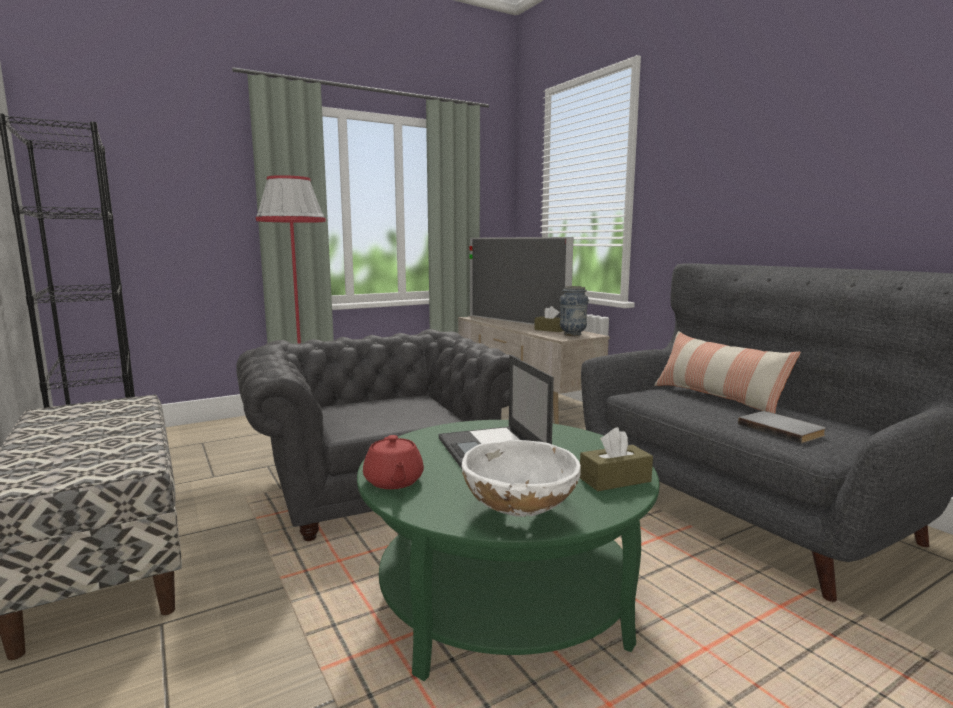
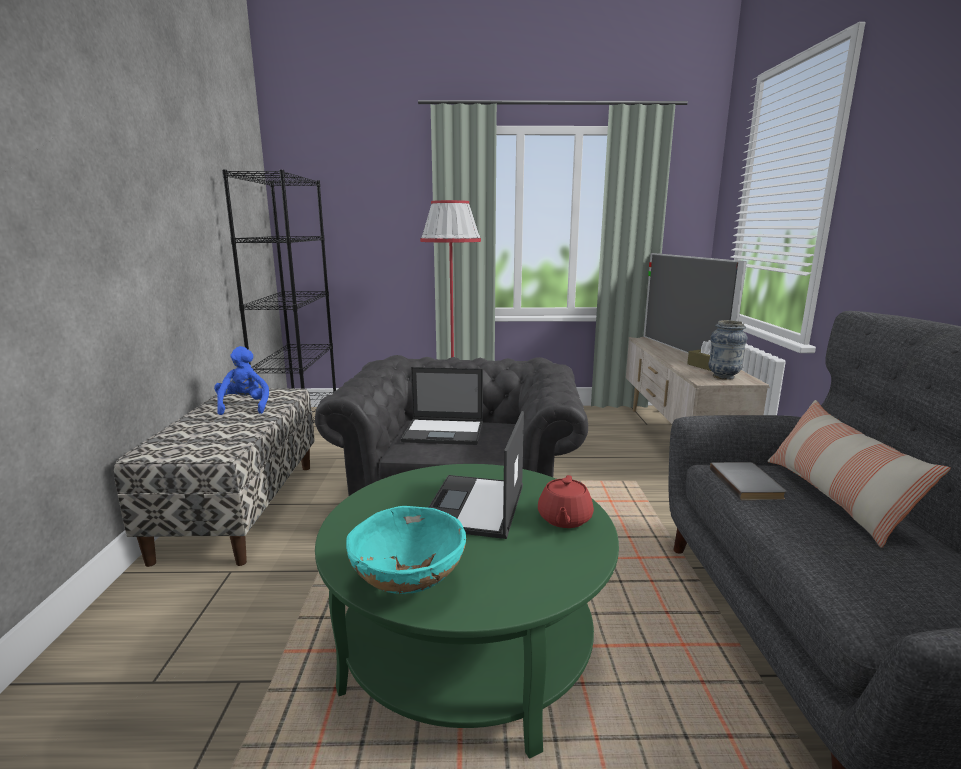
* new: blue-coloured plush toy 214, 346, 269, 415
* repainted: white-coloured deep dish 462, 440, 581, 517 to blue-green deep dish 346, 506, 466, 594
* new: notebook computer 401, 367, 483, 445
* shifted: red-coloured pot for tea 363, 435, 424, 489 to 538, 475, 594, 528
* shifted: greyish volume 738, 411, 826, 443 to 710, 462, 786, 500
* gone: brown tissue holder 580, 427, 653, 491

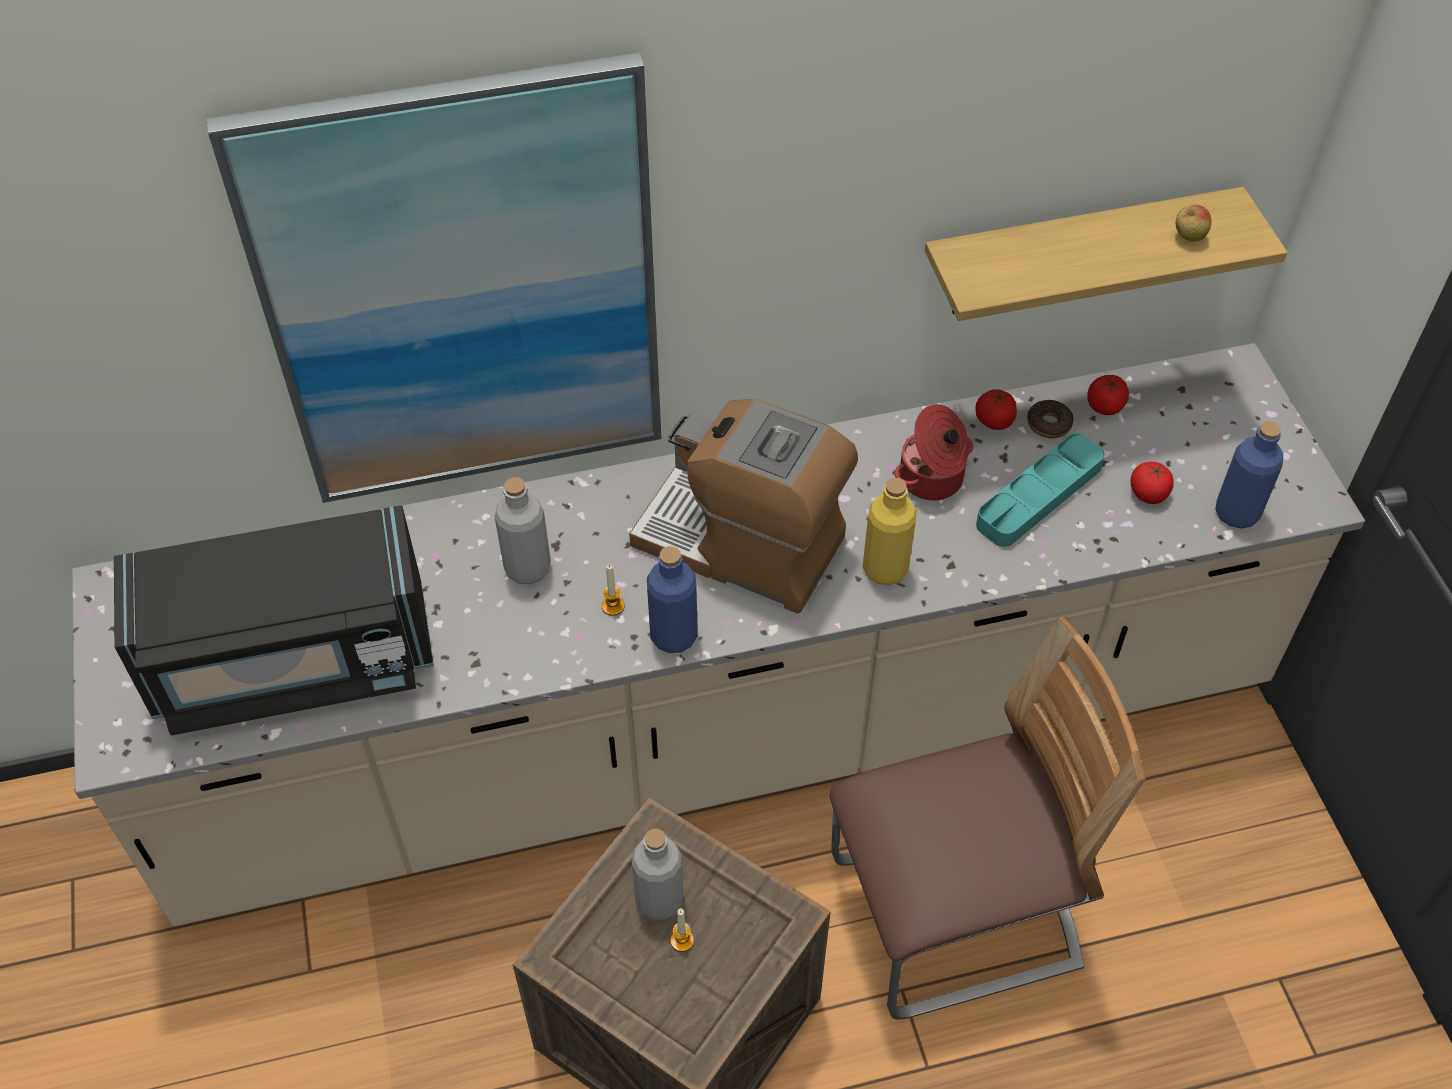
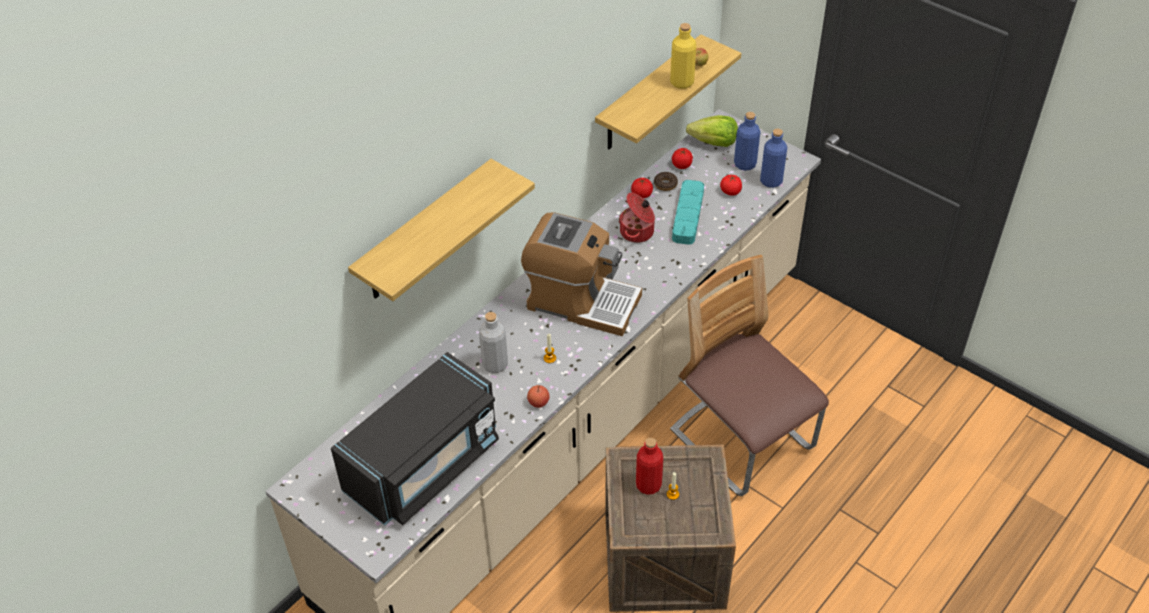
* swapped: wall picture 207, 53, 662, 503 to bracket shelf 348, 159, 535, 301
* rotated: coffee machine 629, 399, 858, 614 = 521, 212, 642, 336 150 degrees counterclockwise
* new: apple 527, 385, 550, 408
* repainted: greyish bottle 632, 829, 683, 920 to red-coloured bottle 636, 438, 663, 495
* shifted: yellow-coloured bottle 863, 478, 917, 585 to 670, 23, 696, 89
* rotated: upright chair 830, 617, 1145, 1019 = 670, 255, 829, 496 75 degrees counterclockwise
* new: lettuce head 686, 115, 738, 147
* shifted: blue-coloured bottle 647, 546, 698, 653 to 734, 112, 760, 171

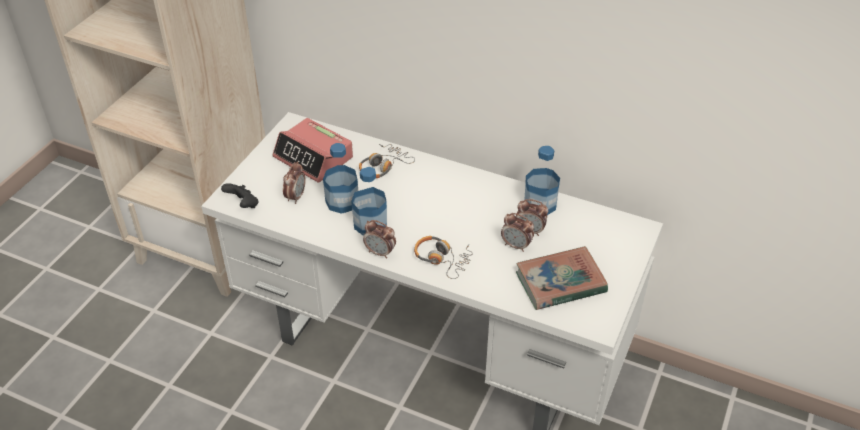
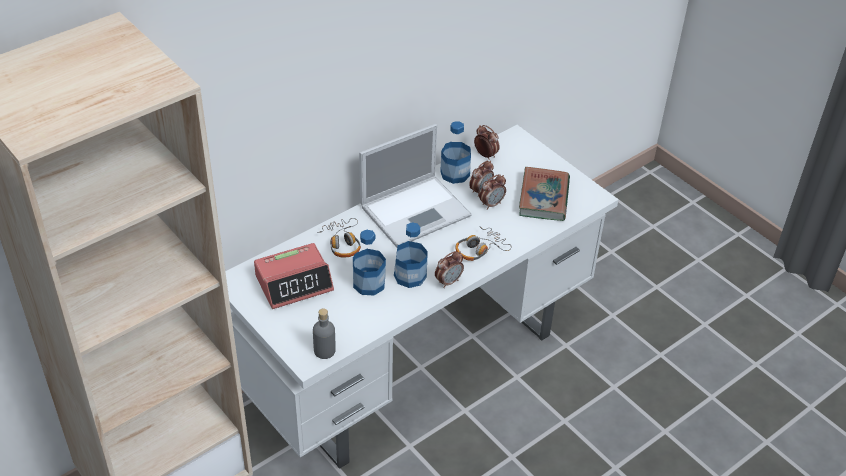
* swapped: black joypad 221, 183, 259, 208 to greyish bottle 313, 309, 336, 359
* new: notebook computer 359, 124, 472, 248
* shifted: bedside clock 283, 161, 306, 204 to 474, 125, 500, 160

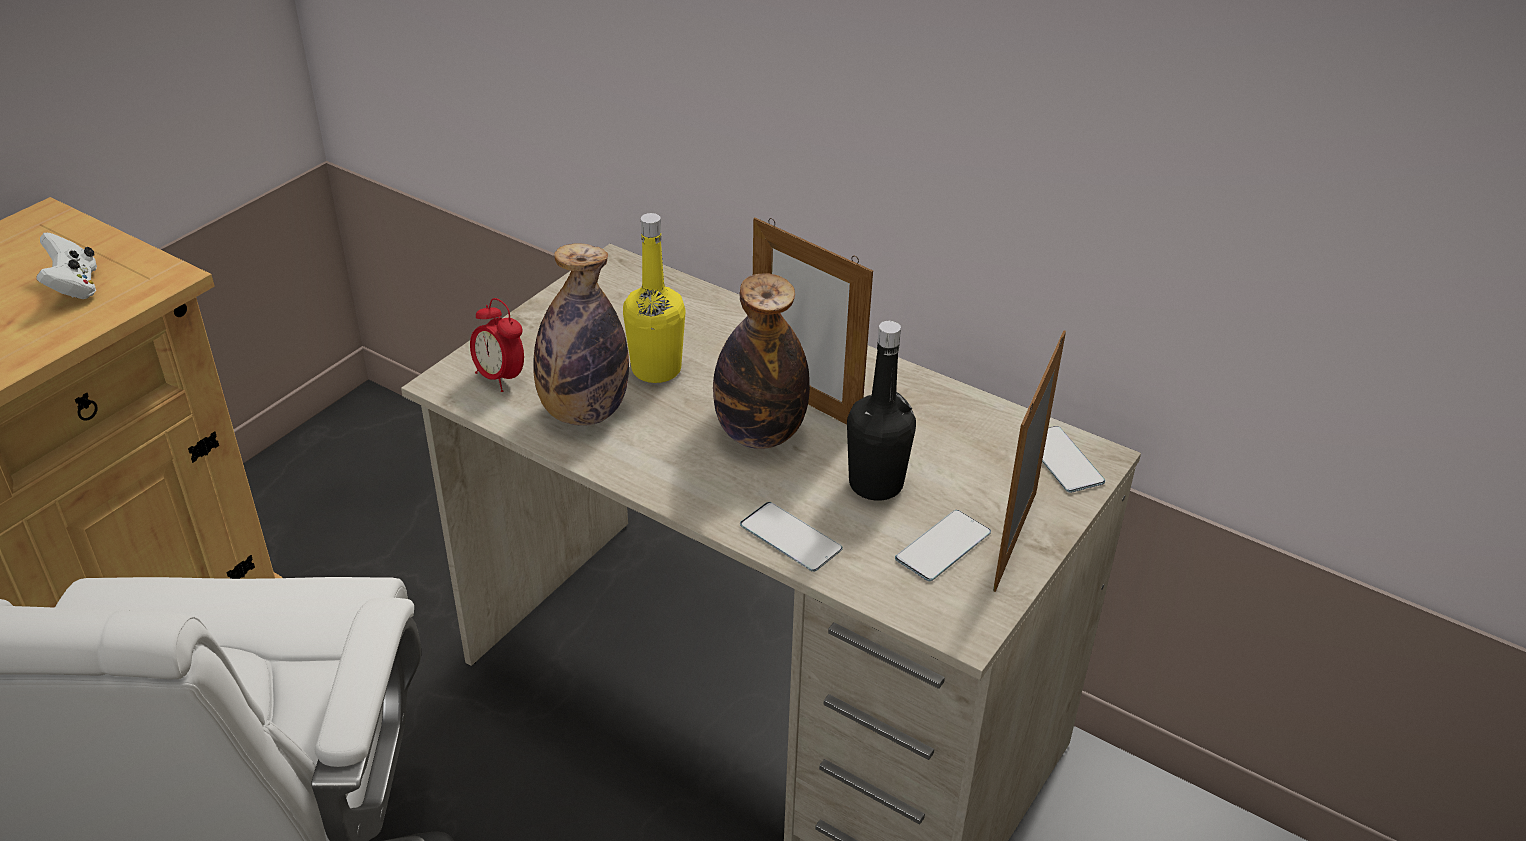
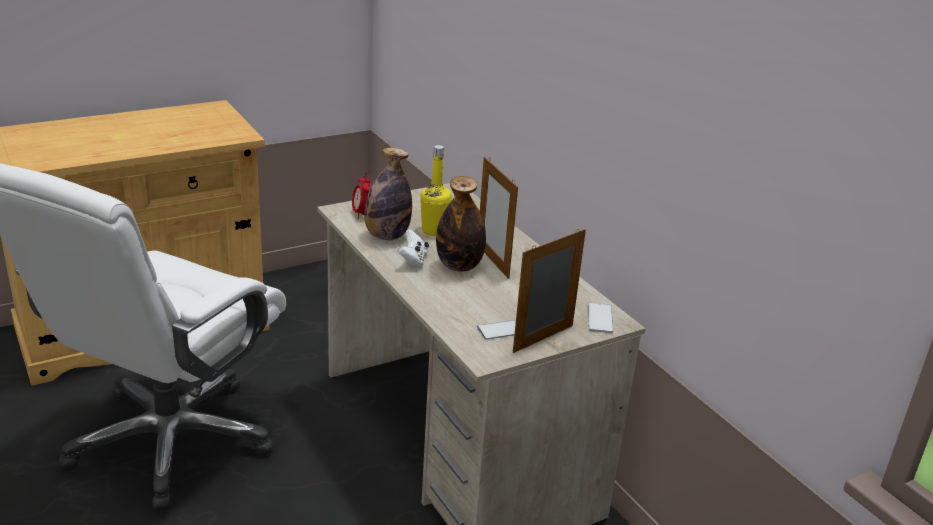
* shifted: white-coloured joypad 36, 233, 97, 299 to 398, 229, 429, 268
* gone: phone 740, 502, 843, 572
* gone: black bottle 847, 321, 916, 501

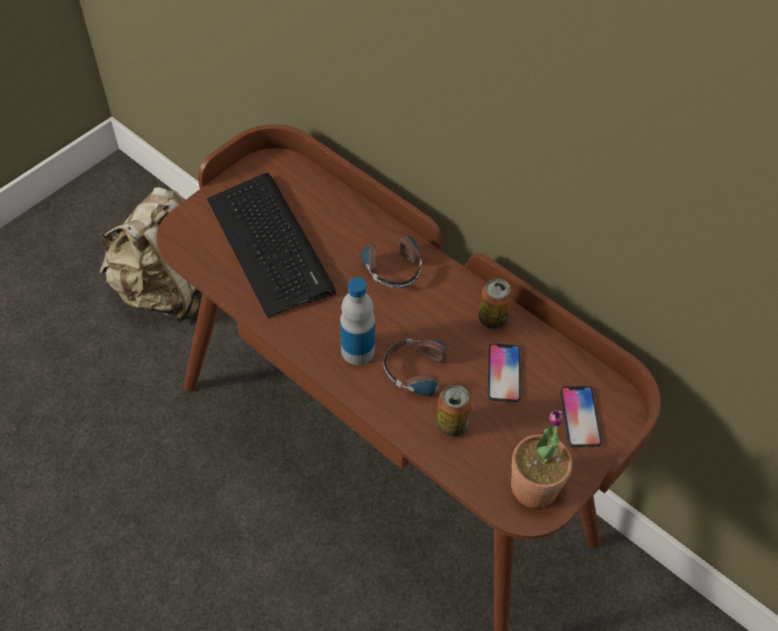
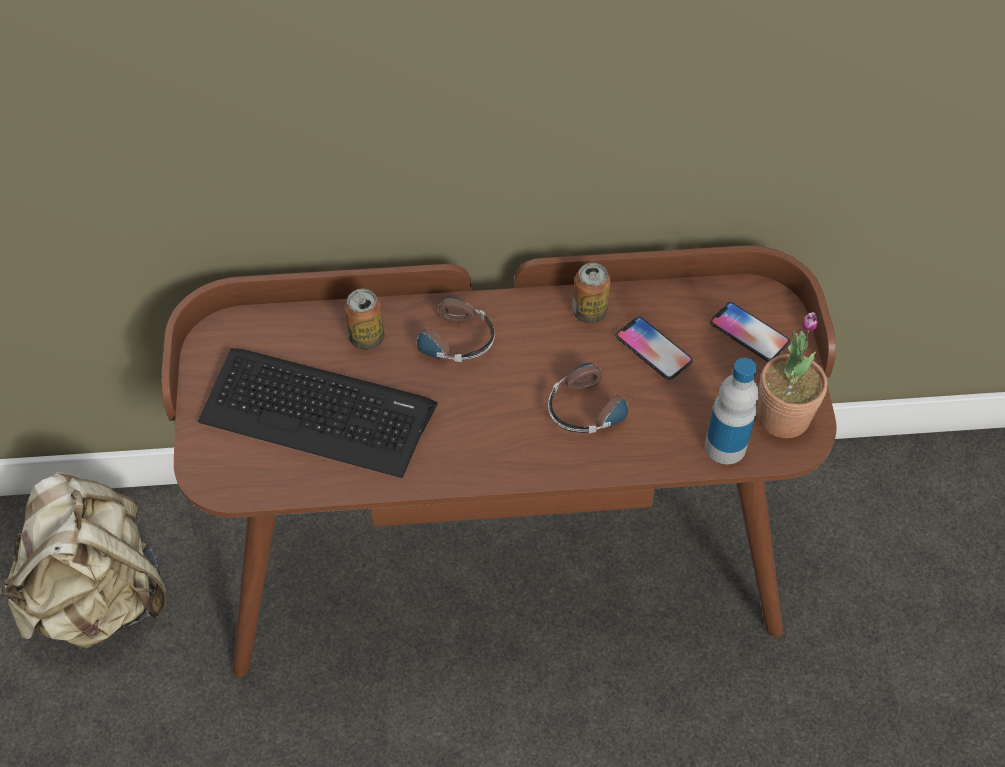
* shifted: sealed can 436, 385, 472, 437 to 344, 289, 385, 350
* shifted: bottle 340, 277, 375, 365 to 705, 358, 759, 464

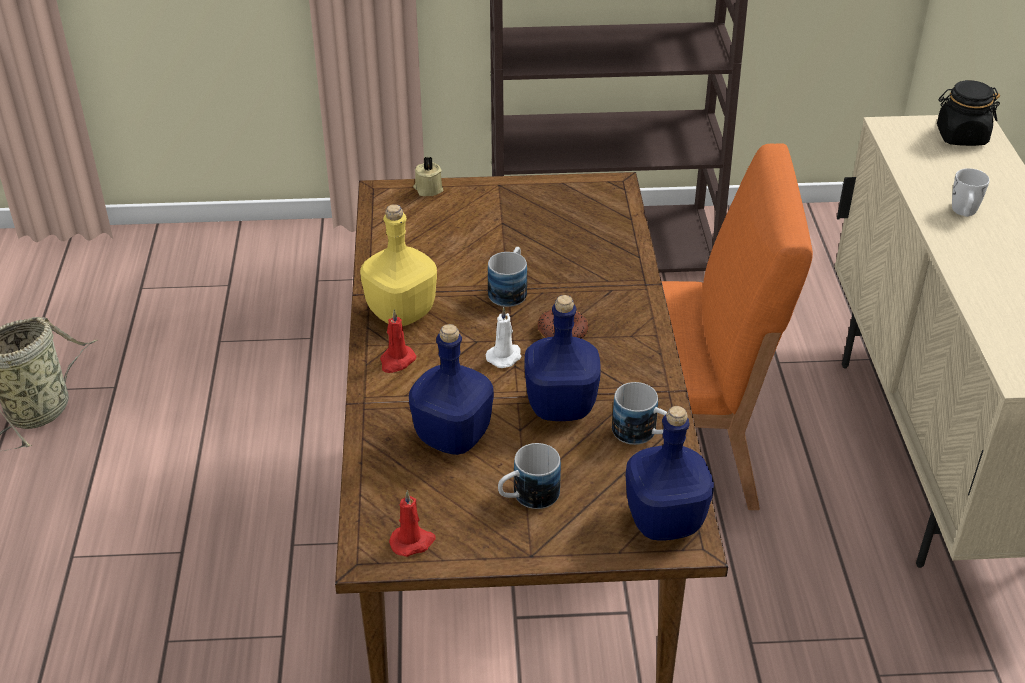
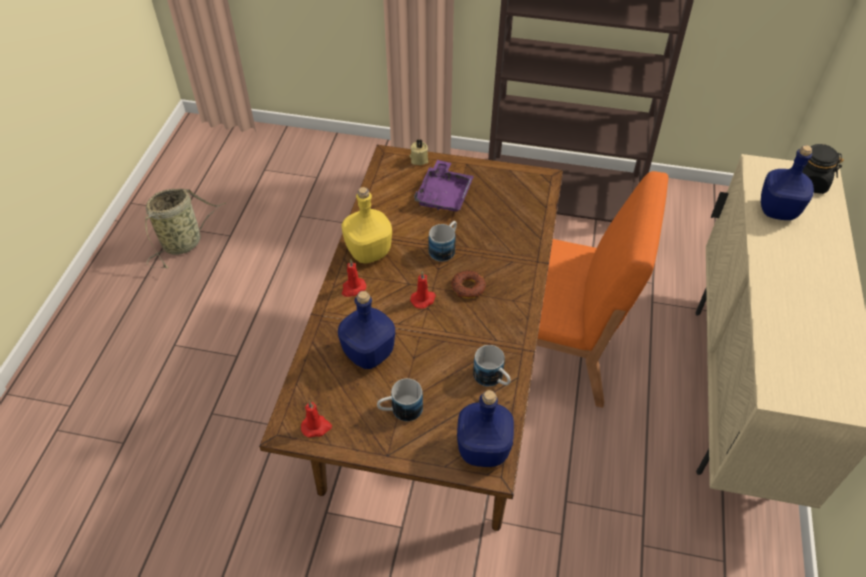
* repainted: white-coloured wax light 486, 307, 522, 368 to red-coloured wax light 410, 271, 436, 309
* new: purple-coloured tray 414, 160, 474, 211
* shifted: blue-coloured bottle 524, 295, 601, 421 to 761, 145, 814, 220
* gone: white-coloured tea mug 952, 168, 990, 217

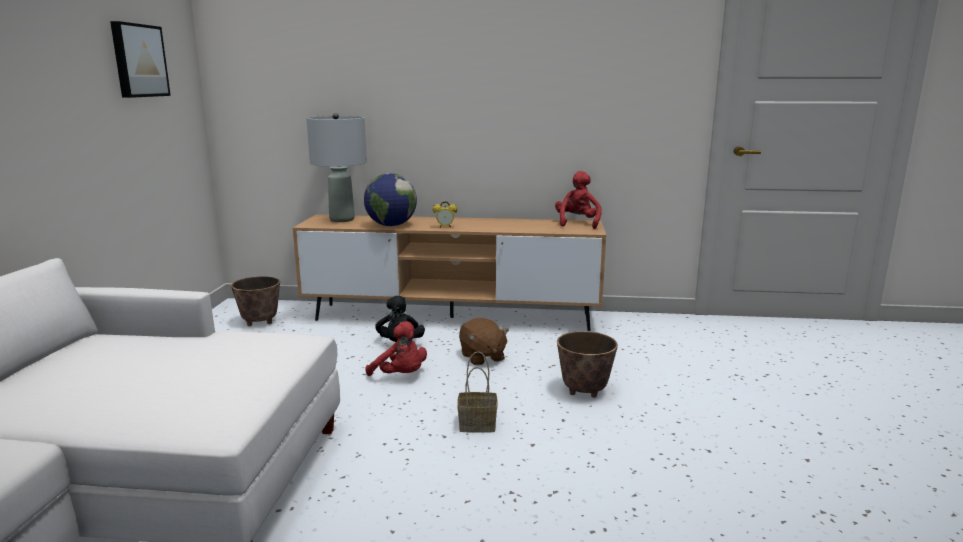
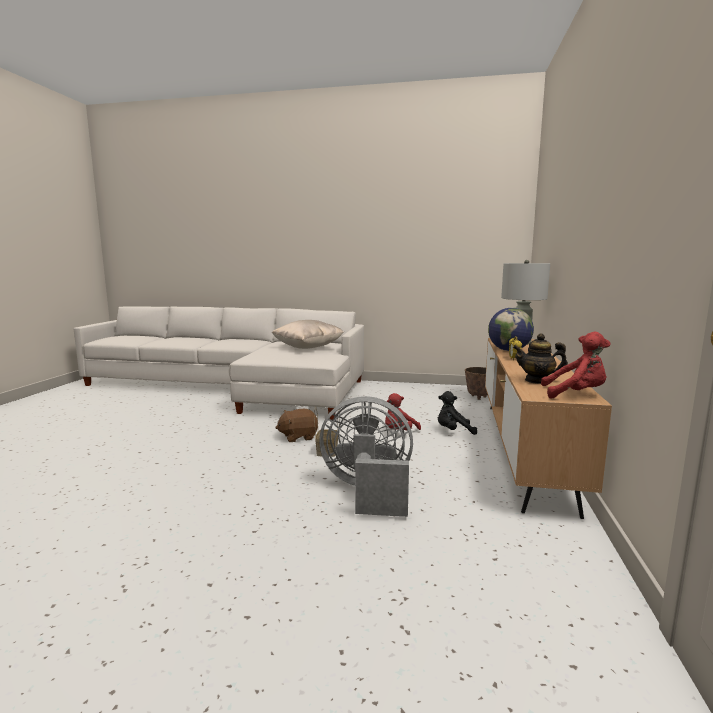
* new: beige cushion 271, 320, 344, 349
* shifted: brown plush toy 459, 318, 509, 366 to 275, 409, 318, 442
* swapped: plant pot 557, 331, 618, 398 to greyish electric fan 319, 396, 413, 517
* new: pot for tea 513, 334, 568, 384
* gone: wall picture 110, 21, 171, 98

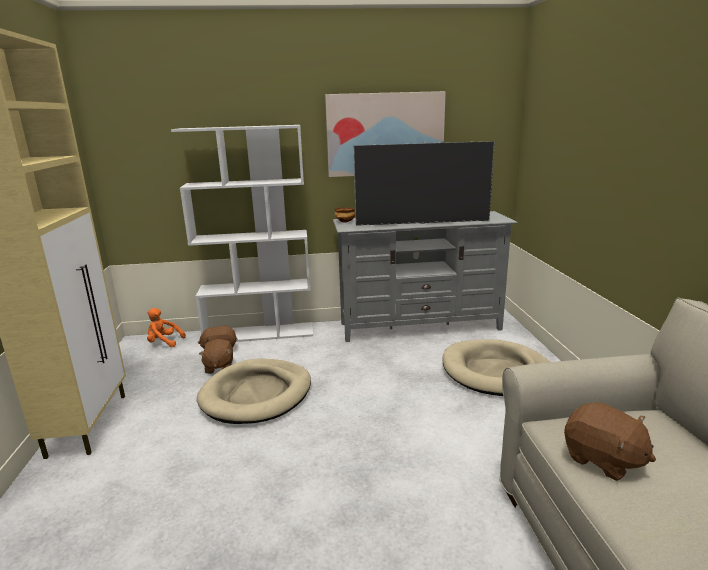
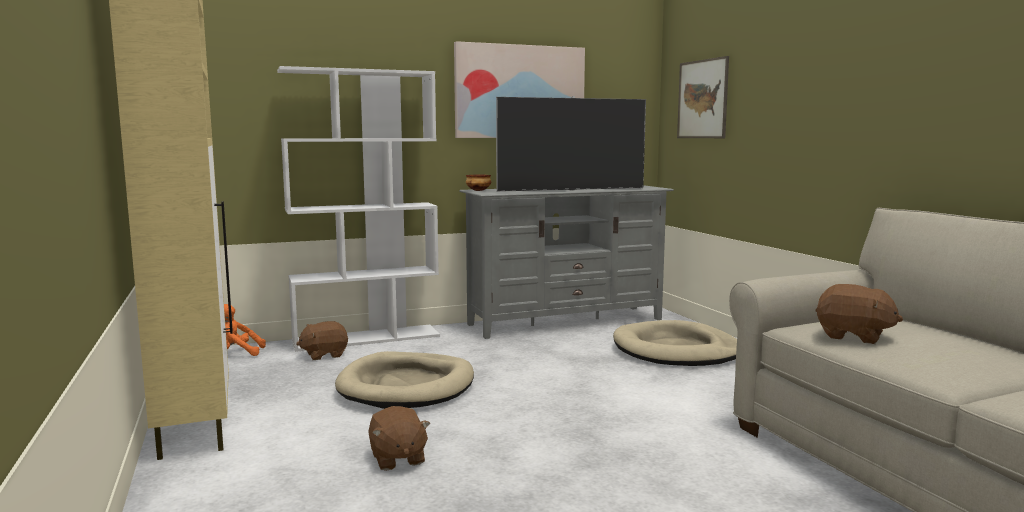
* shifted: brown plush toy 199, 339, 233, 374 to 368, 406, 430, 471
* new: wall picture 677, 56, 729, 138

